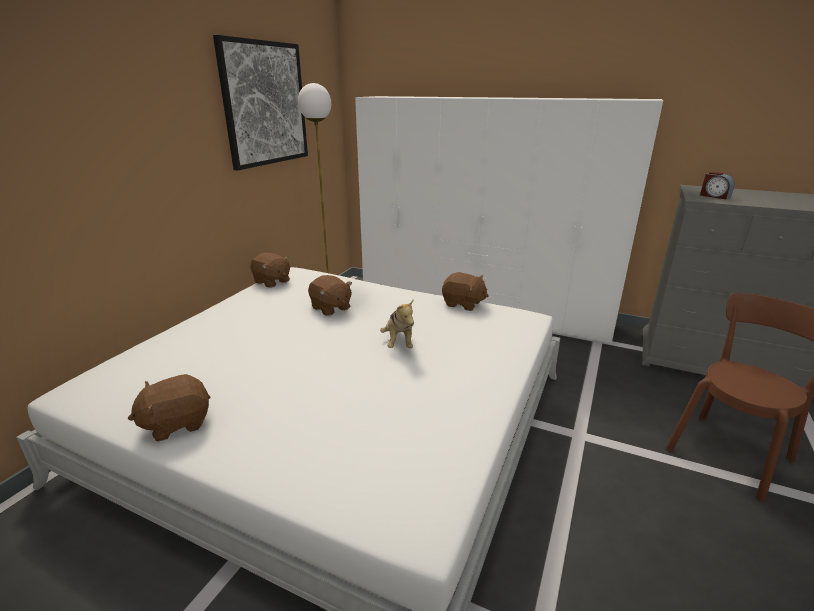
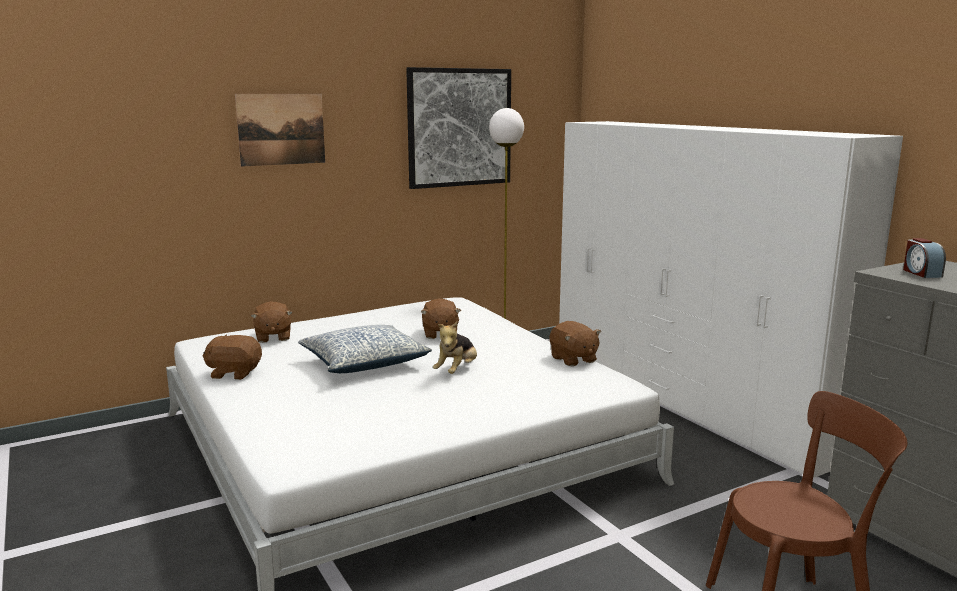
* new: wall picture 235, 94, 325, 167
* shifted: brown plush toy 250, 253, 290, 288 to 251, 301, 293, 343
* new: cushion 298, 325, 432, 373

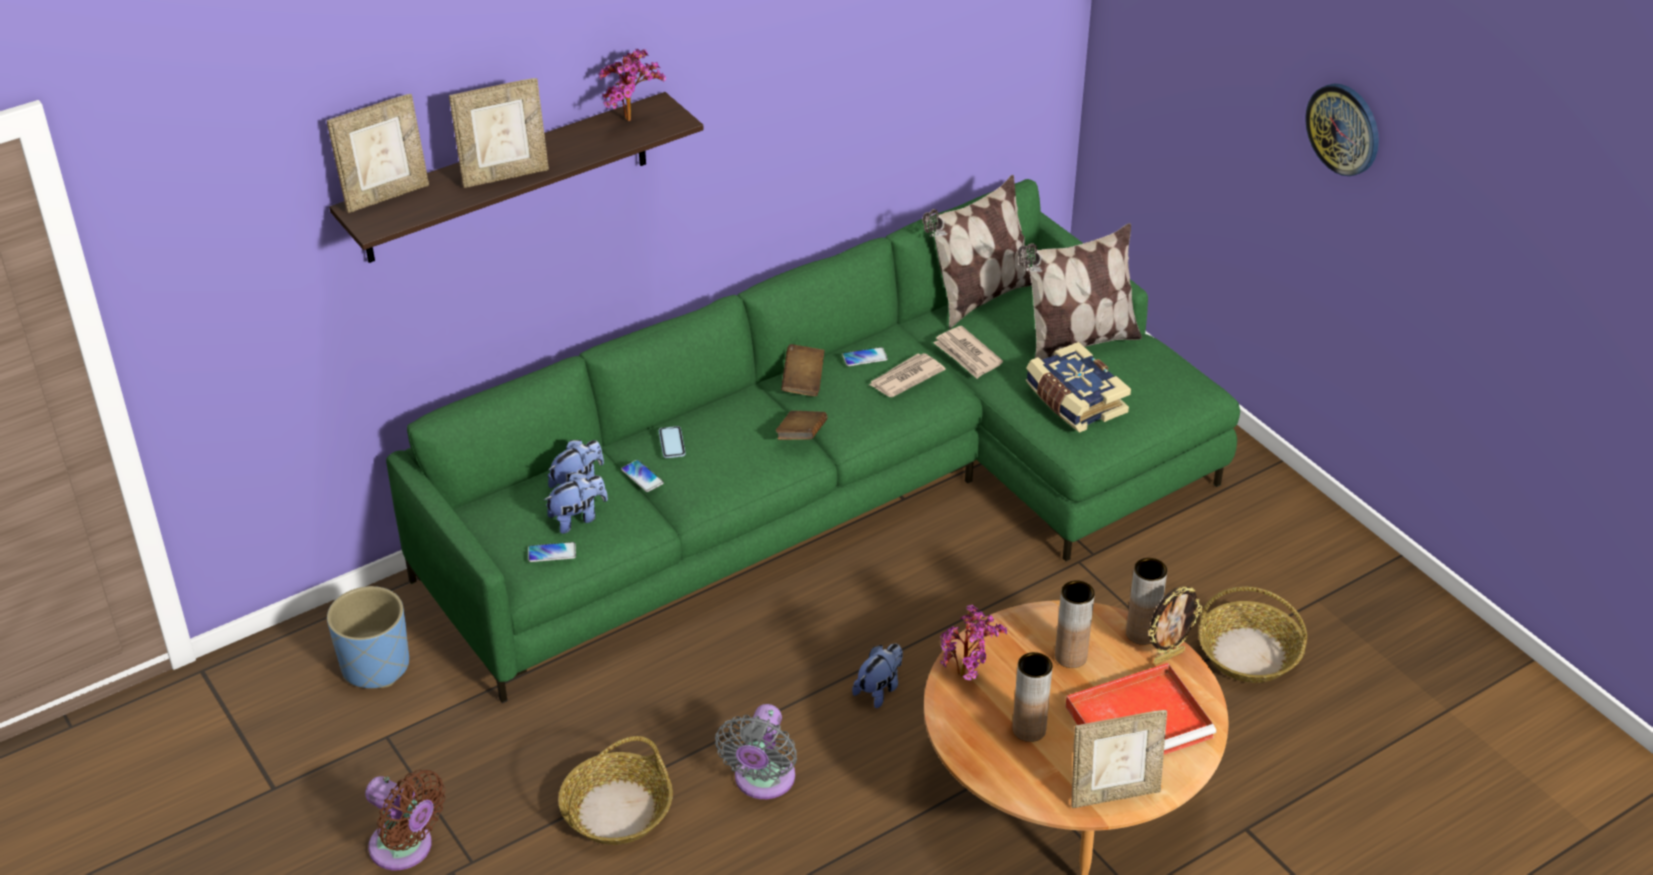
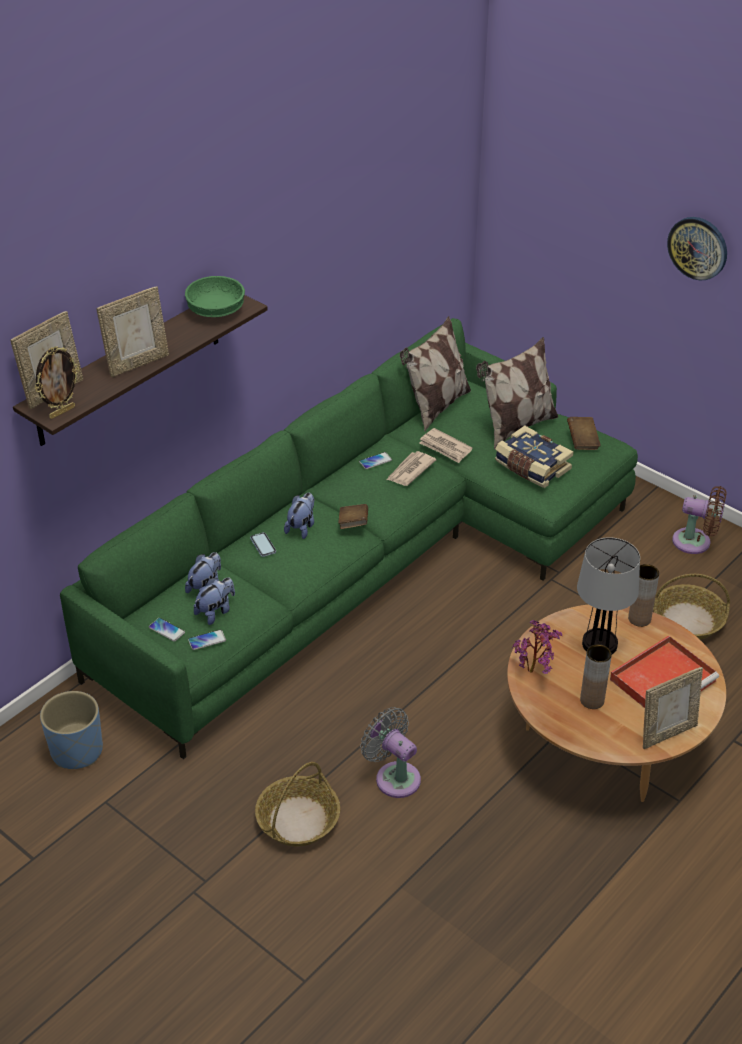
* shifted: photo frame 1148, 586, 1202, 665 to 35, 347, 79, 419
* shifted: phone 621, 460, 664, 492 to 149, 618, 185, 642
* swapped: houseplant 599, 49, 666, 121 to green-coloured deep dish 185, 276, 245, 317
* shifted: plush toy 852, 644, 903, 708 to 284, 493, 314, 539
* rotated: greyish electric fan 715, 704, 797, 799 = 360, 707, 421, 798 135 degrees clockwise
* shifted: brown volume 781, 344, 825, 396 to 567, 417, 601, 450
* swapped: brown decorative vase 1055, 580, 1095, 668 to lamp for a table 577, 537, 640, 654
* shifted: brown electric fan 365, 770, 445, 870 to 672, 486, 726, 554

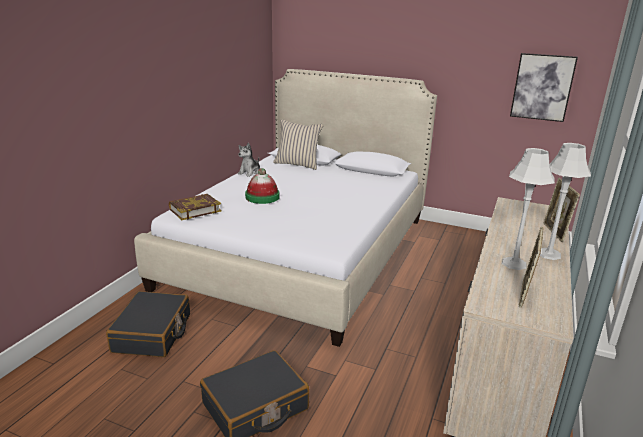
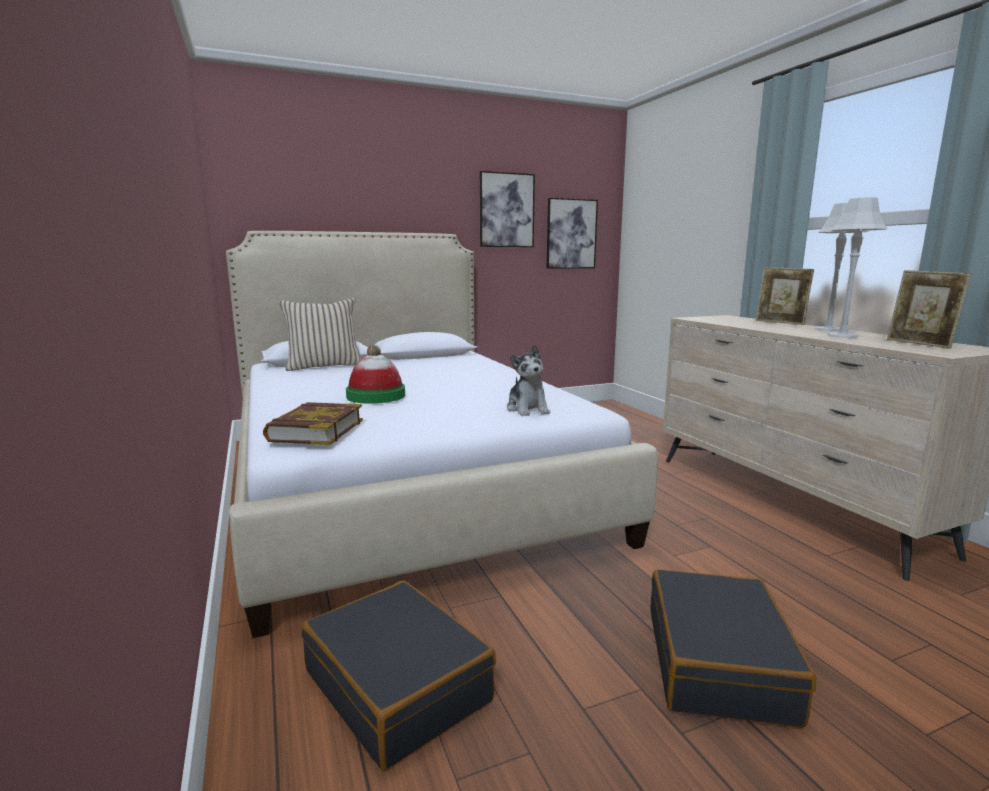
* new: wall picture 480, 171, 535, 247
* shifted: plush toy 238, 143, 260, 177 to 507, 345, 550, 416

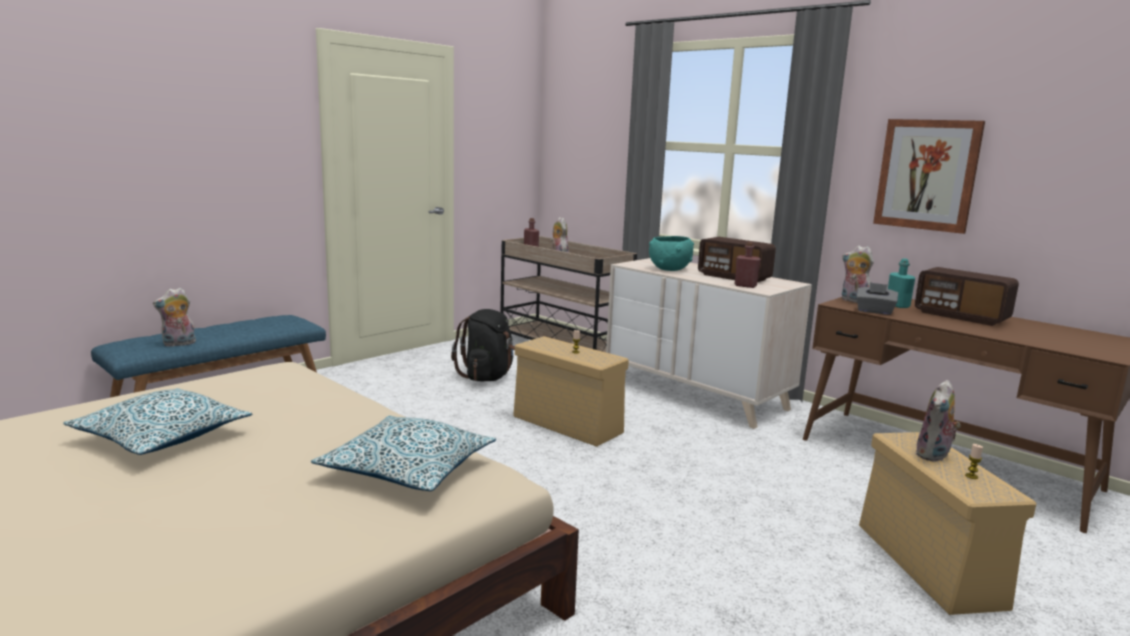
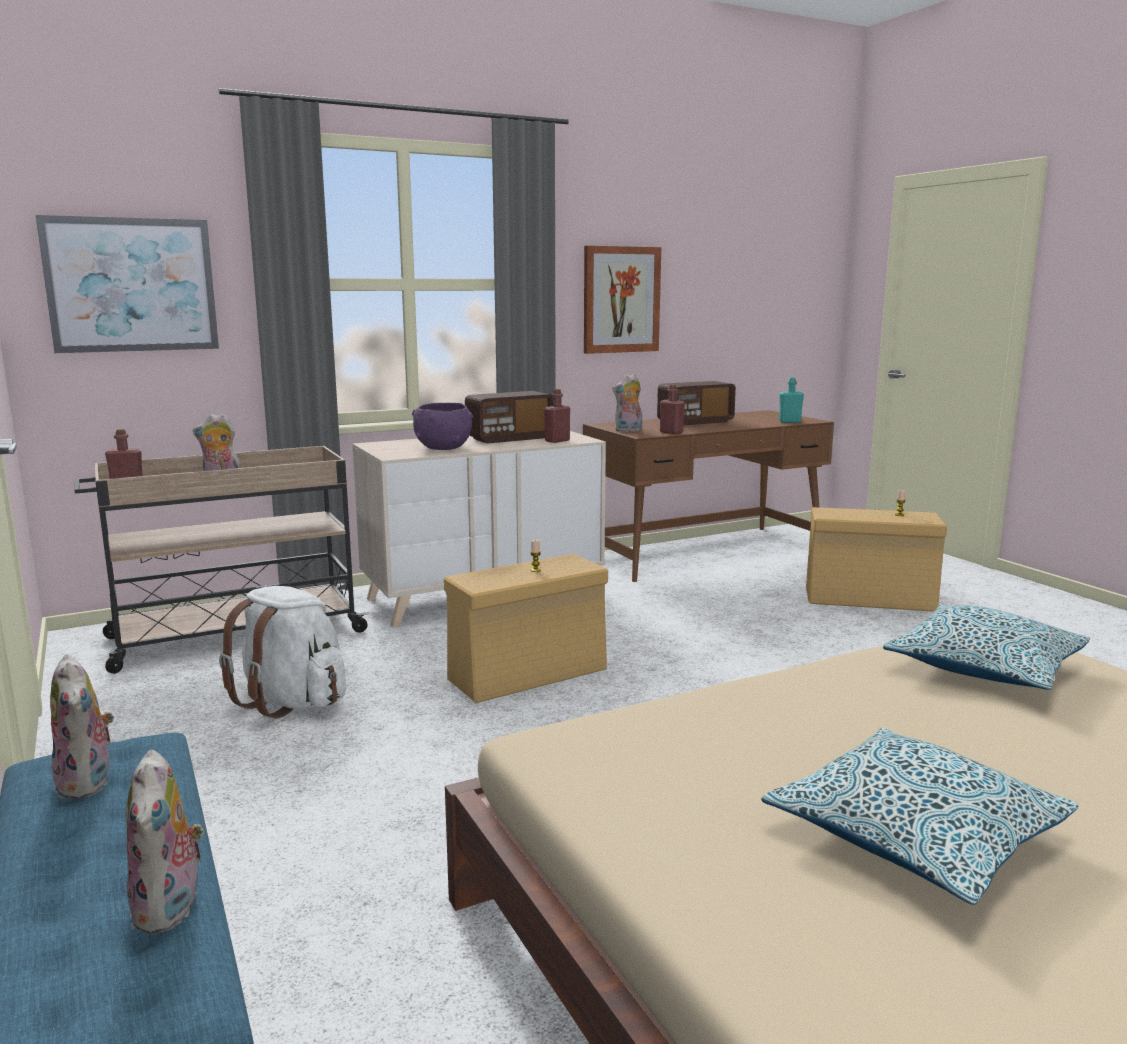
* new: wall picture 36, 215, 219, 353
* shifted: plush toy 916, 380, 961, 462 to 50, 655, 114, 799
* repainted: black knapsack 451, 309, 515, 382 to white-coloured knapsack 219, 586, 346, 718
* repainted: blue-green deep dish 649, 236, 694, 271 to purple-coloured deep dish 412, 403, 473, 450
* swapped: greyish tissue holder 856, 282, 898, 315 to red-coloured bottle 660, 385, 685, 434
* shifted: blue-green bottle 888, 258, 915, 308 to 779, 377, 804, 423

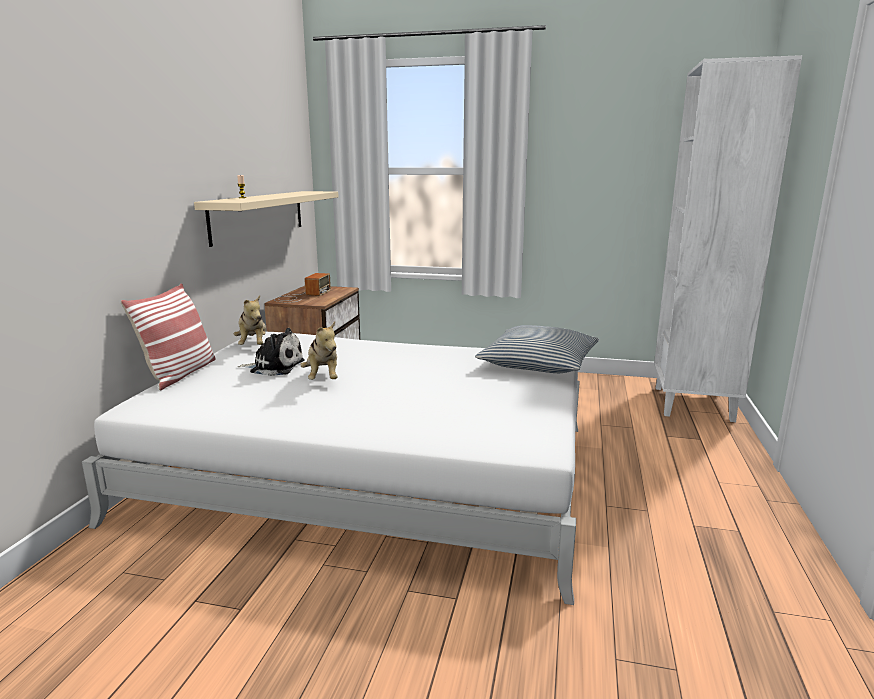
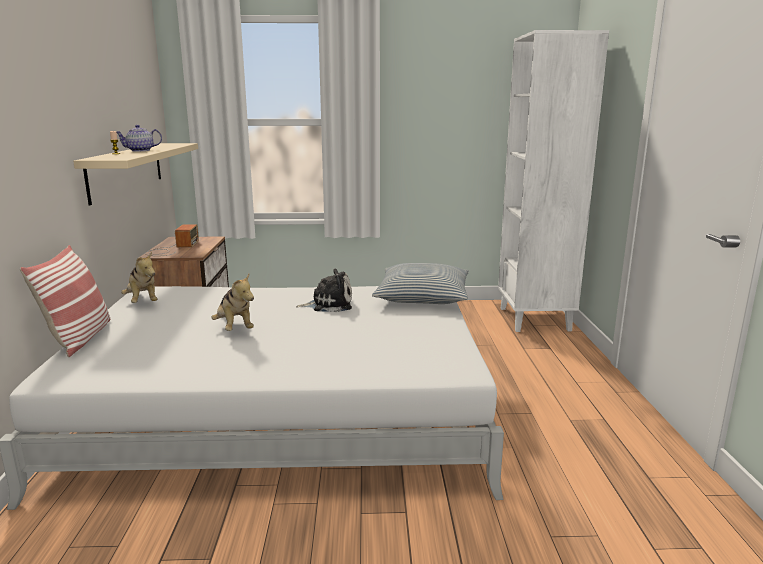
* new: pot for tea 117, 125, 162, 151
* shifted: plush toy 238, 328, 305, 376 to 296, 269, 352, 312

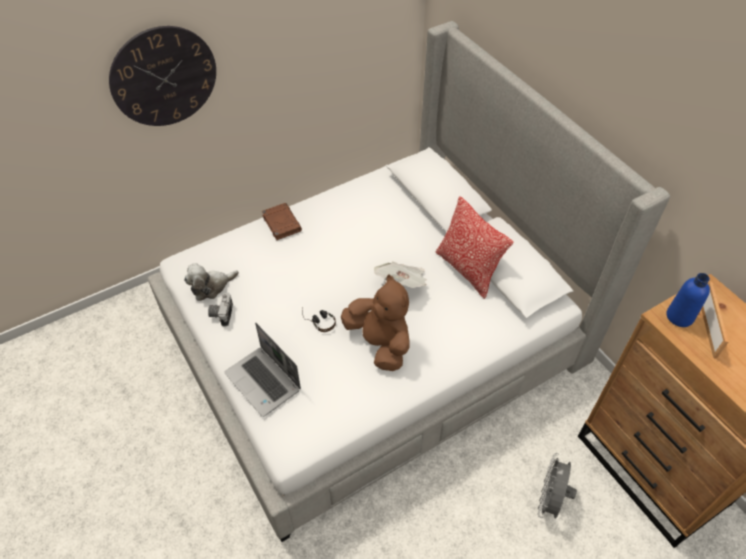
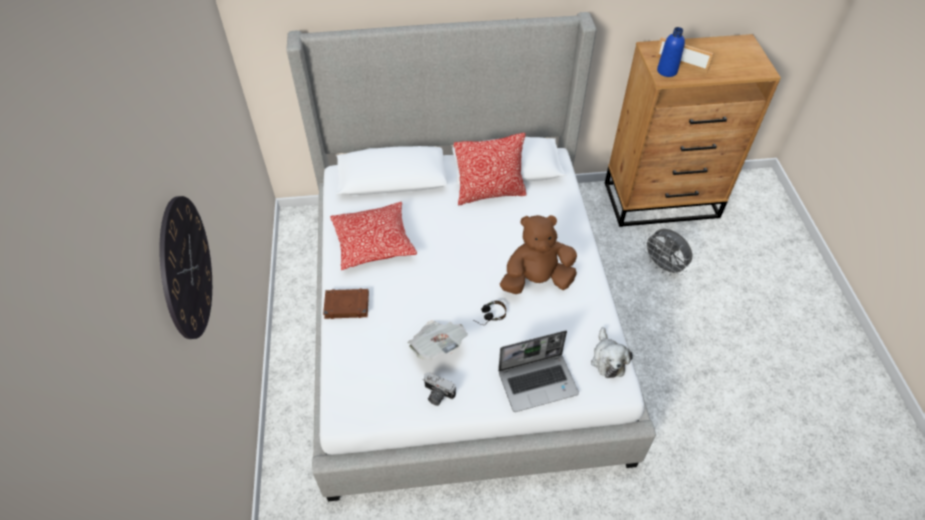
* new: cushion 330, 202, 417, 270
* shifted: daily paper 374, 262, 427, 288 to 407, 320, 468, 360
* shifted: plush toy 184, 263, 239, 301 to 591, 327, 633, 378

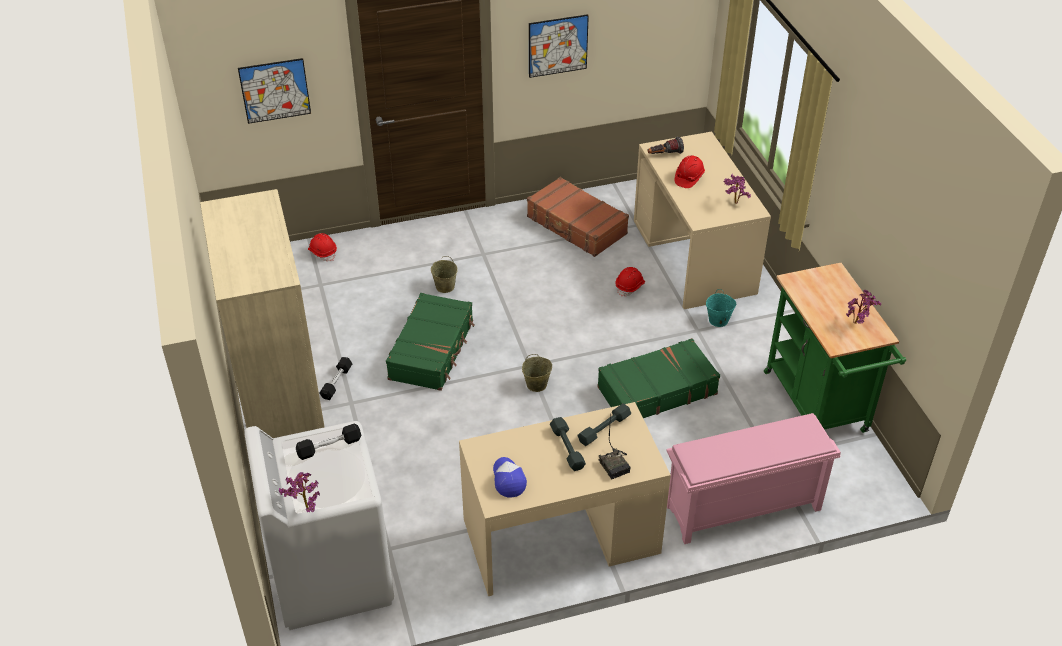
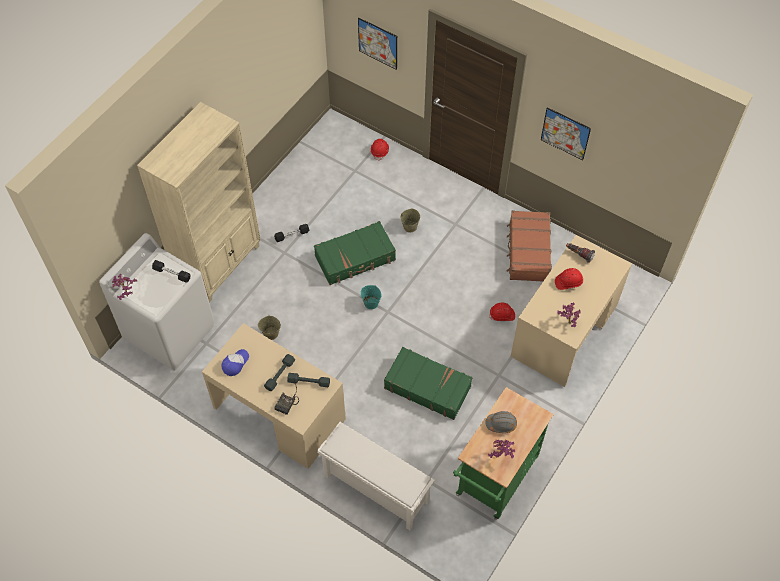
* shifted: beige bucket 522, 354, 552, 392 to 258, 315, 281, 340
* repainted: pink shoe rack 666, 413, 841, 544 to white-coloured shoe rack 317, 422, 435, 530
* shifted: blue-green bucket 706, 289, 736, 327 to 361, 285, 381, 309
* new: greyish work helmet 485, 411, 517, 433

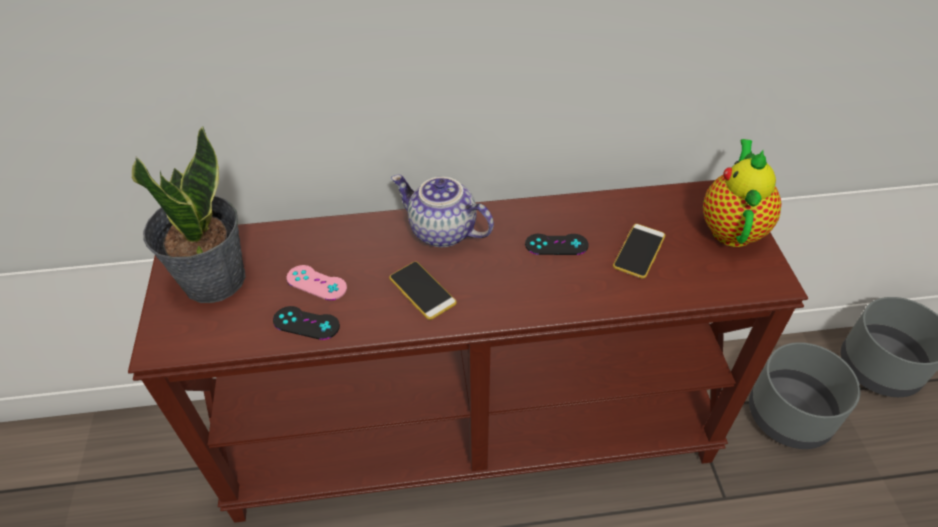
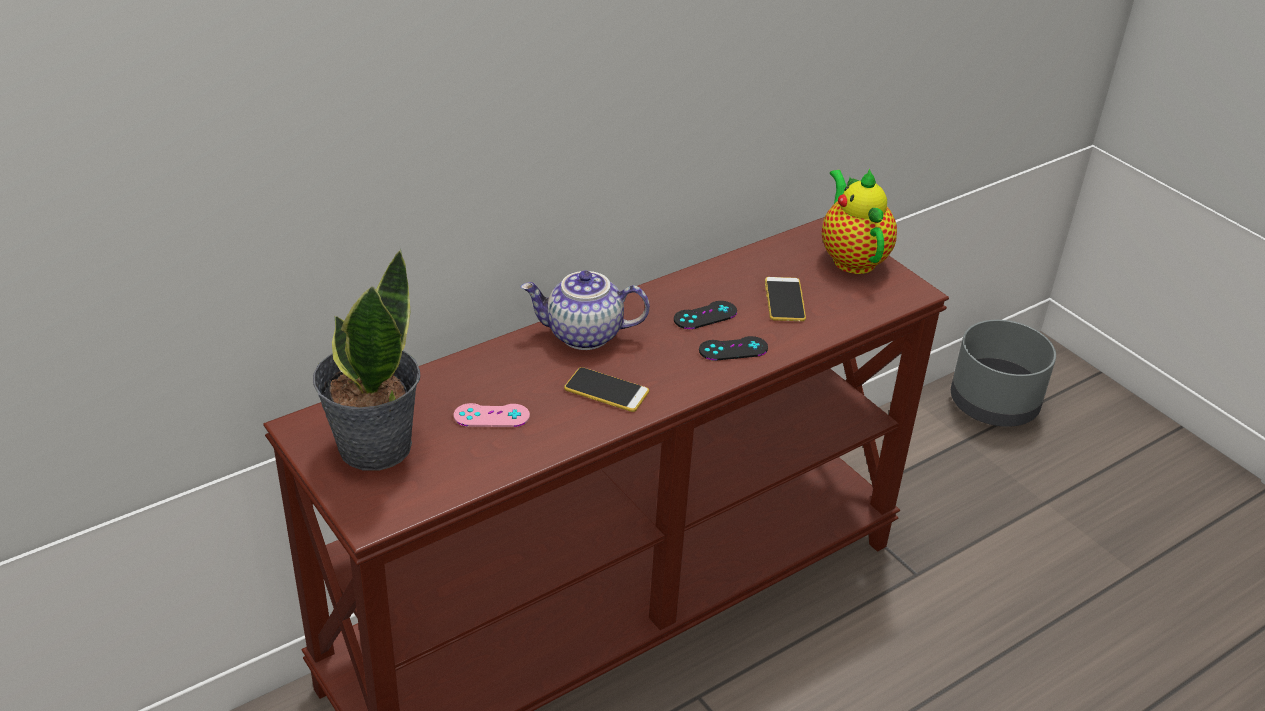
* shifted: black joypad 273, 306, 340, 340 to 699, 336, 768, 361
* gone: greyish plant pot 749, 342, 860, 449

